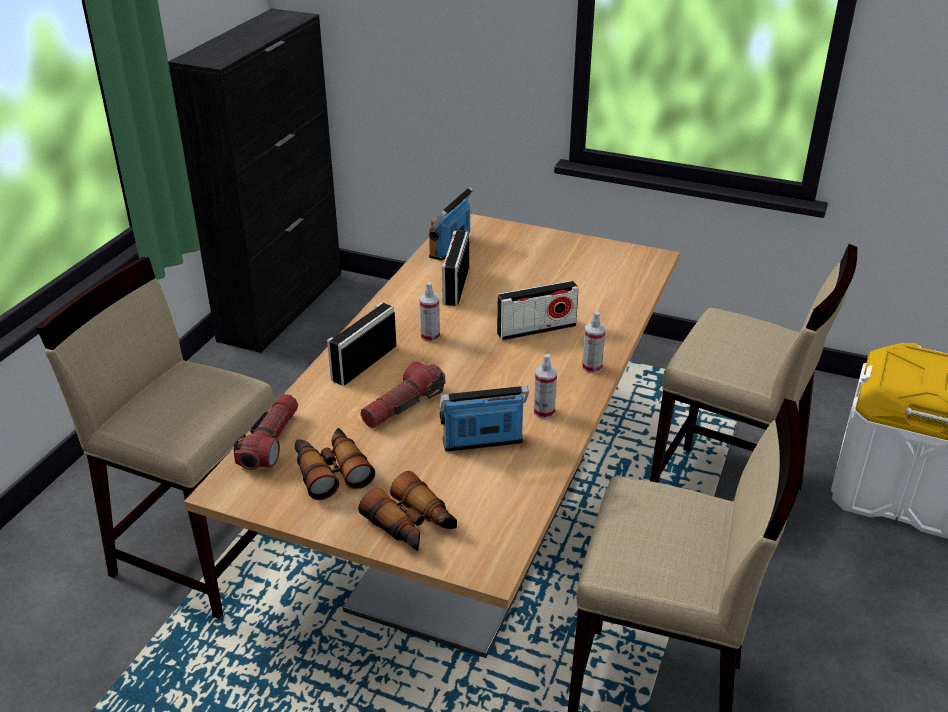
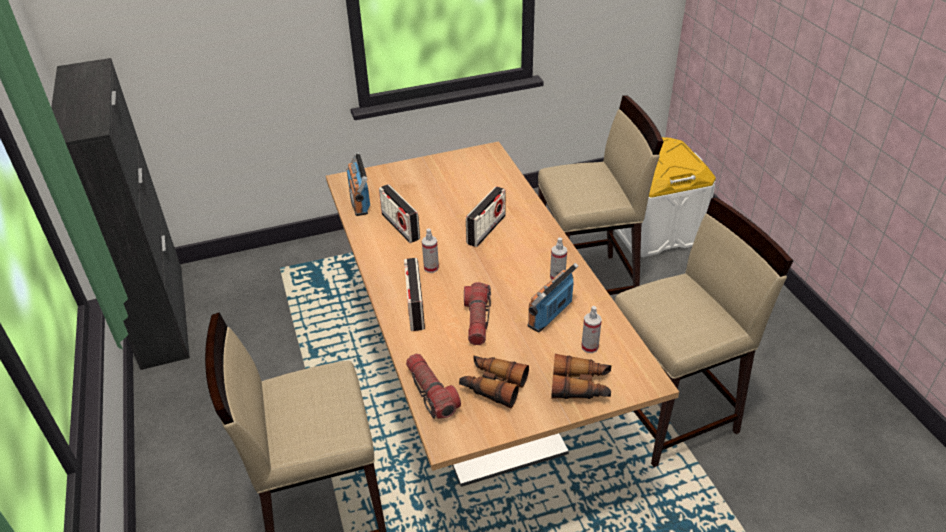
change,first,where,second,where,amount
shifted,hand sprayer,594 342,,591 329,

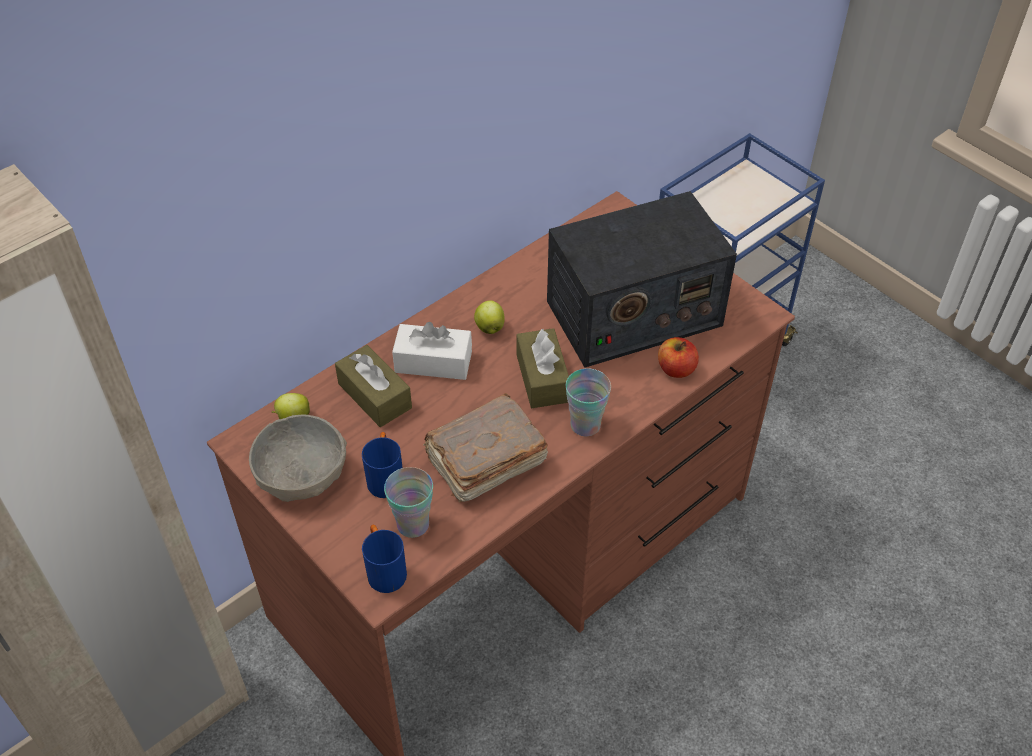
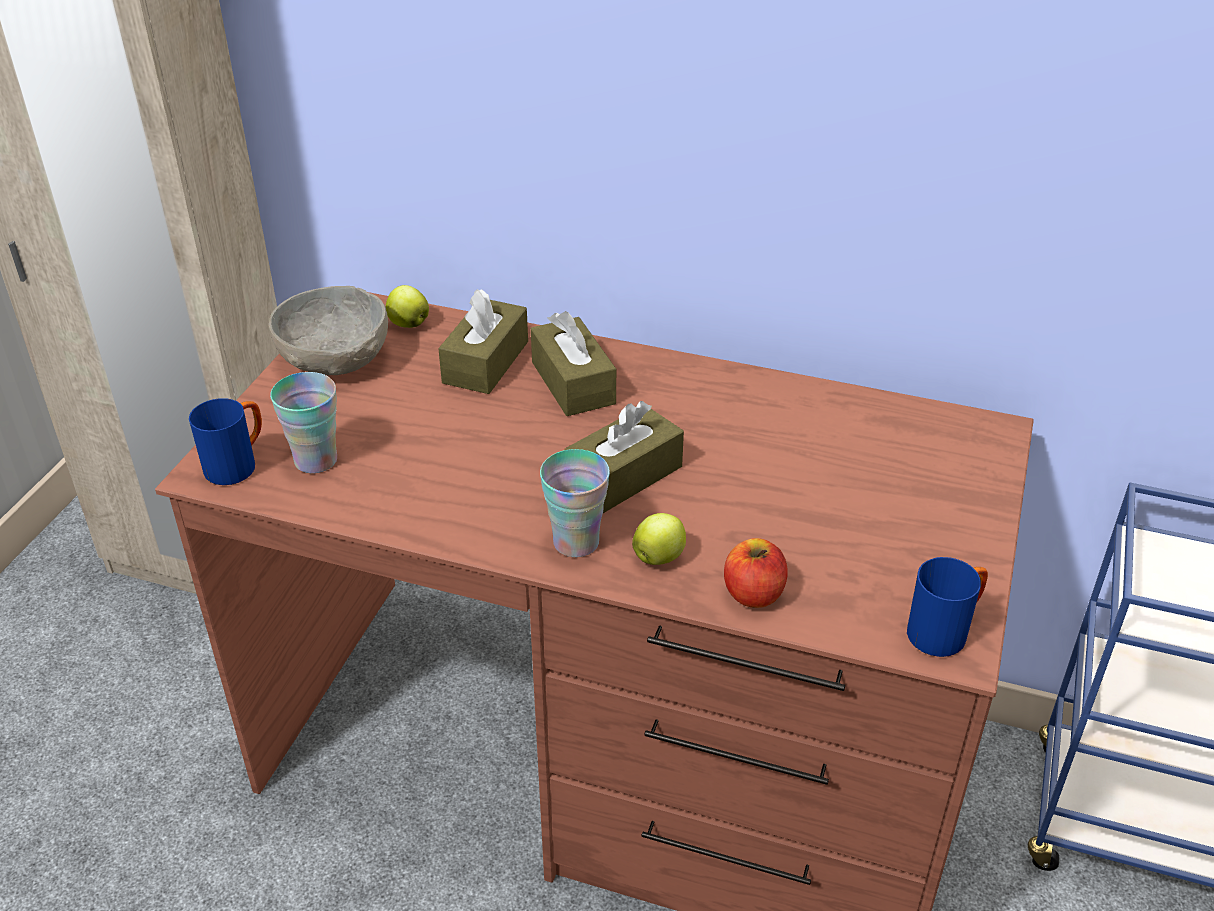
change,first,where,second,where,amount
gone,radio receiver,642 279,,,
shifted,apple fruit,489 317,,659 539,
repainted,white-coloured tissue box,432 351,brownish tissue box,573 363,
gone,brownish bound book,485 447,,,
shifted,bluish mug,382 465,,947 607,

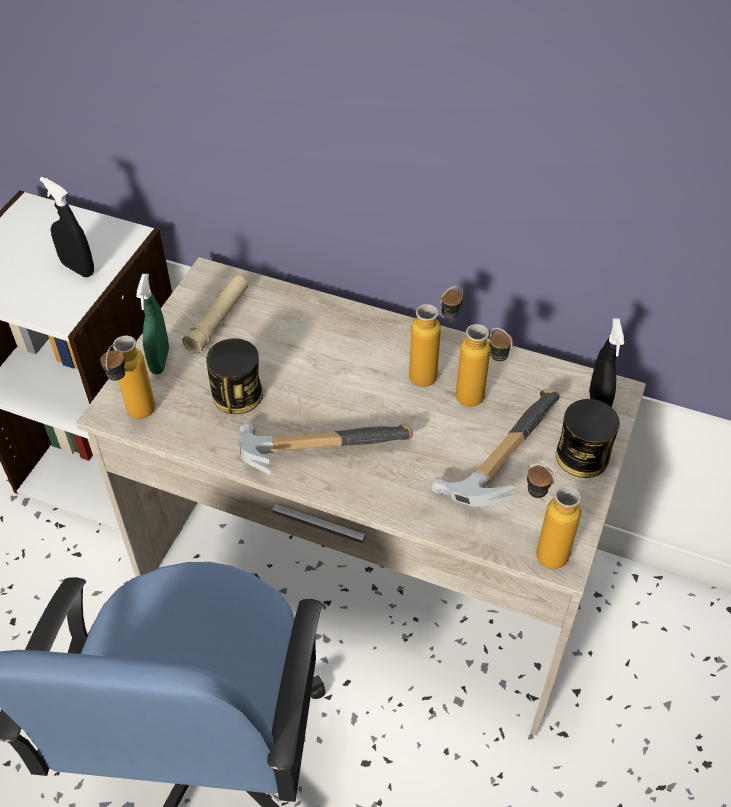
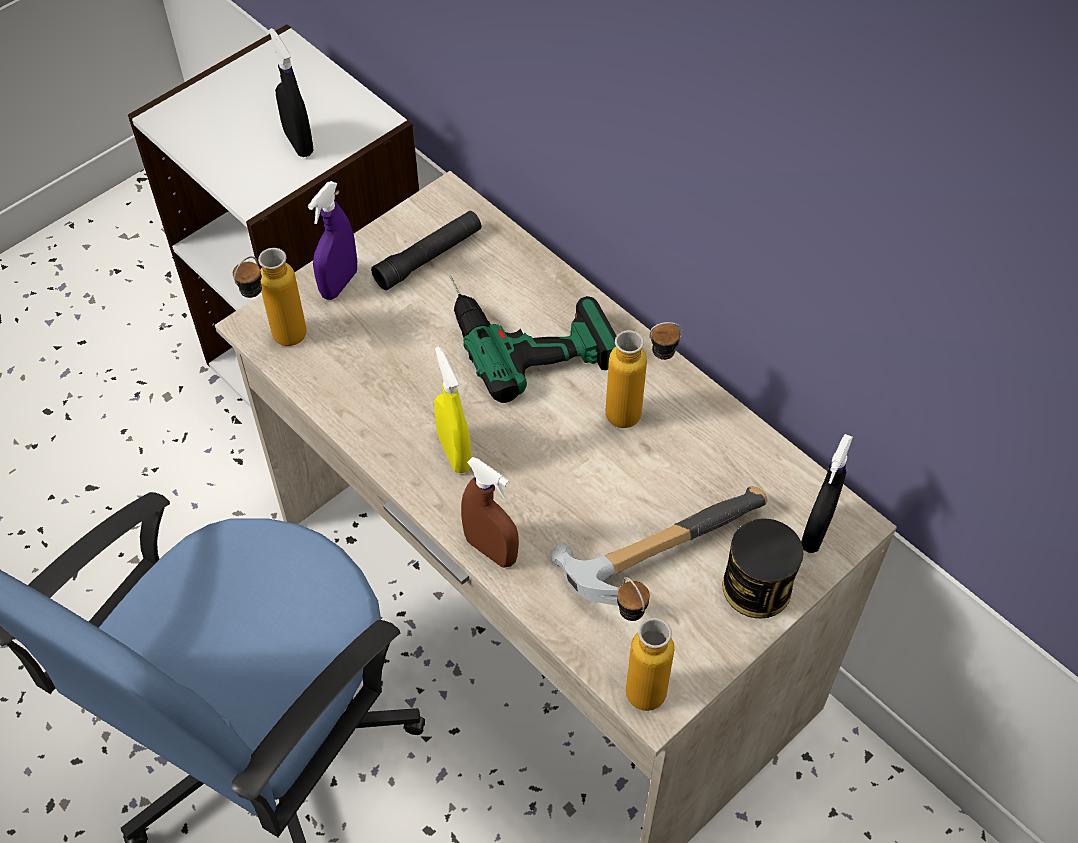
change,first,where,second,where,amount
repainted,green hand sprayer,152 324,purple-coloured hand sprayer,332 240,
repainted,beige flashlight,215 314,blackish flashlight,426 250,
gone,drink bottle,484 365,,,
gone,metal can,234 376,,,
swapped,hammer,326 448,yellowish hand sprayer,452 409,
new,,,drill,532 339,
new,,,brownish hand sprayer,490 512,

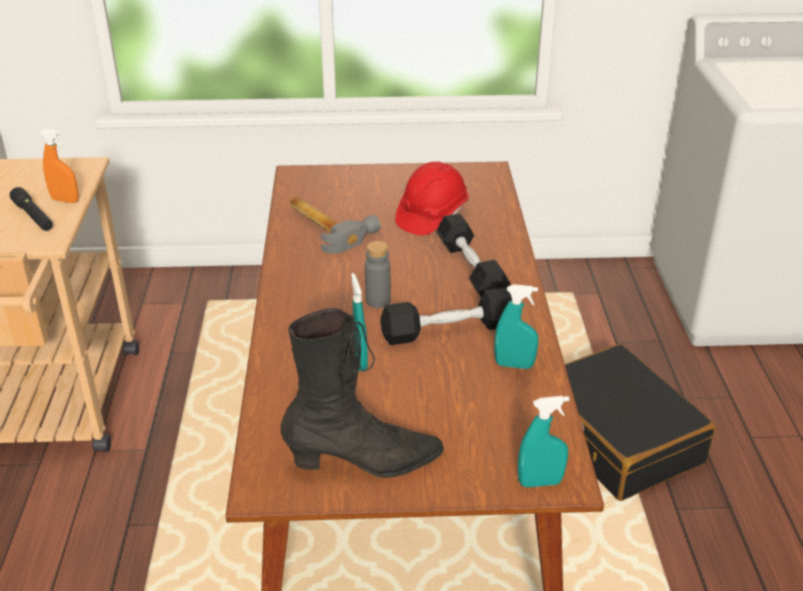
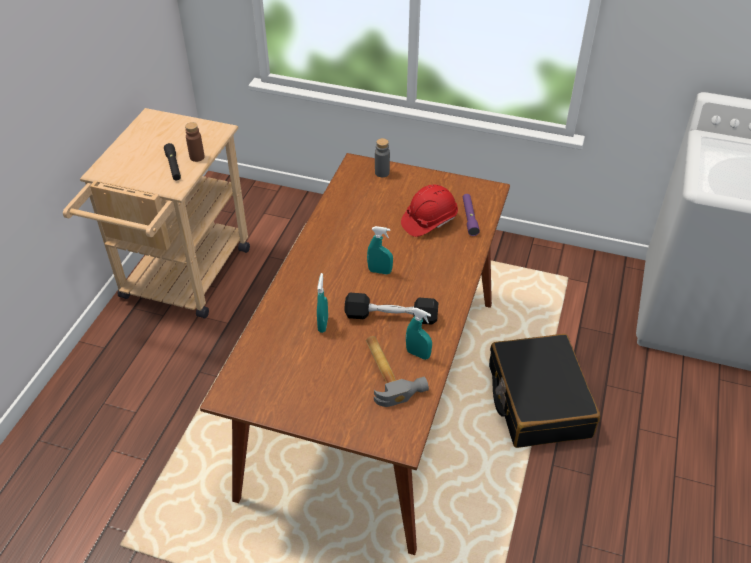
change,first,where,second,where,amount
swapped,orangey hand sprayer,59 165,brownish drink bottle,195 142,
shifted,hammer,335 225,,397 371,
gone,blackish dumbbell,473 255,,,
shifted,grey drink bottle,378 274,,382 157,
gone,blackish tall boot,362 393,,,
shifted,turquoise hand sprayer,544 441,,380 250,
new,,,purple-coloured flashlight,471 215,

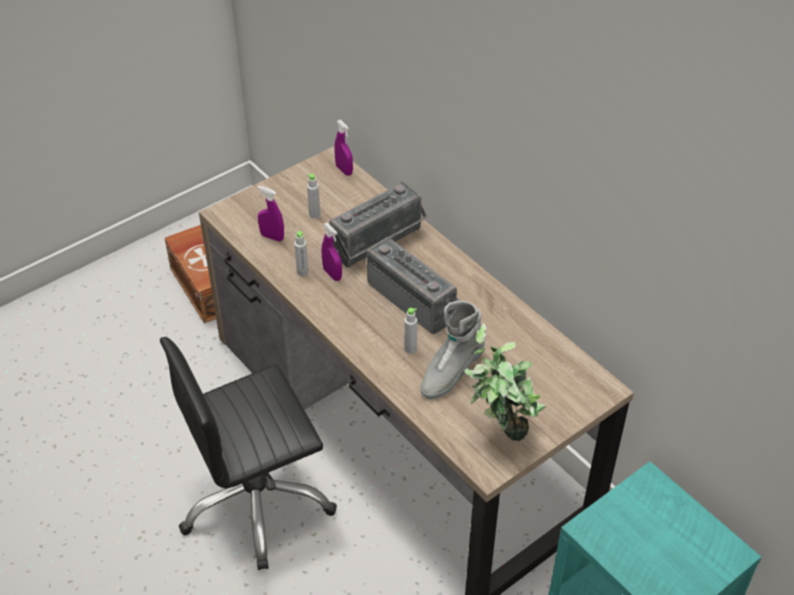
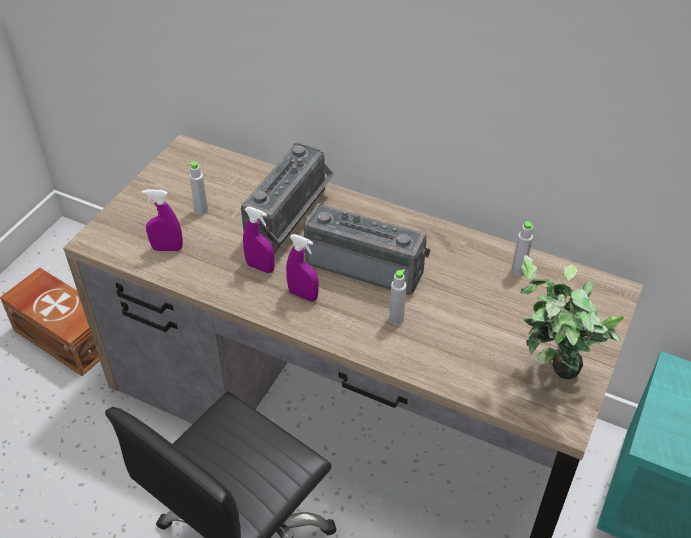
change,first,where,second,where,amount
shifted,purple-coloured hand sprayer,344 148,,302 267,
shifted,grey drink bottle,301 253,,522 248,
gone,grey tall boot,453 350,,,

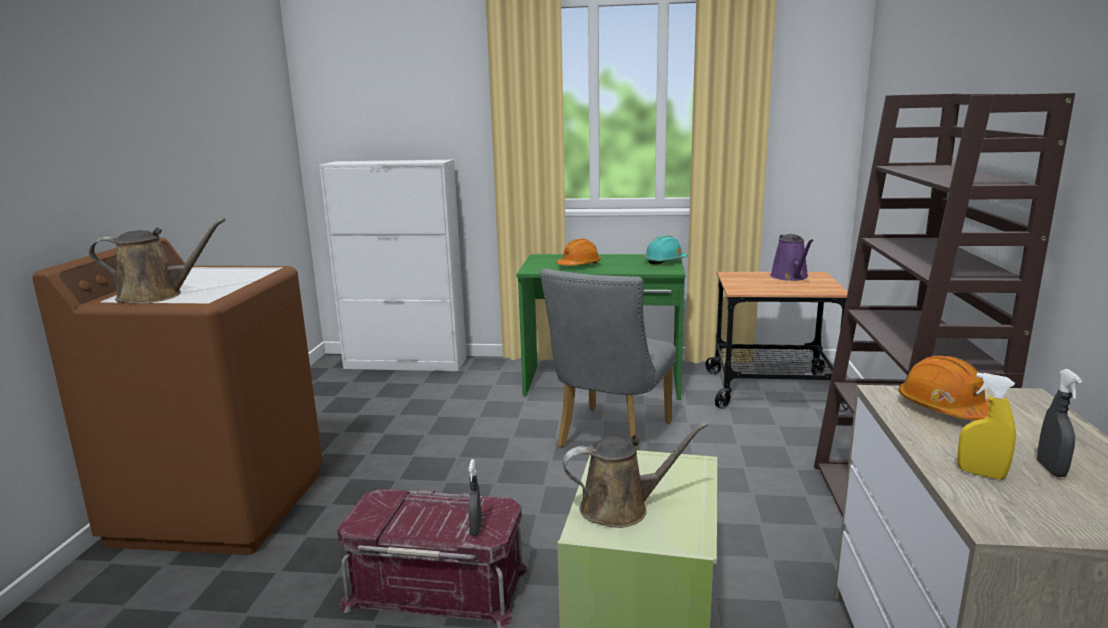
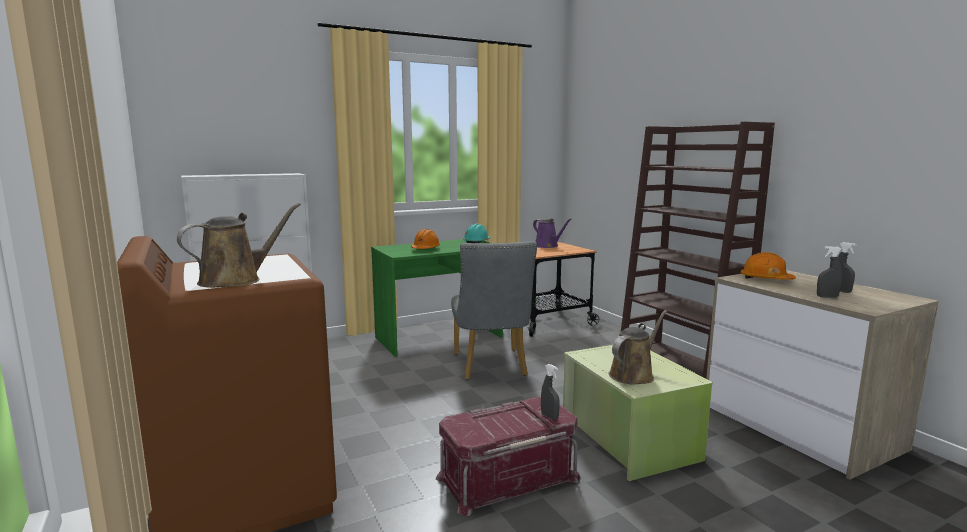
change,first,where,second,where,amount
repainted,yellowish hand sprayer,986 426,grey hand sprayer,829 272,

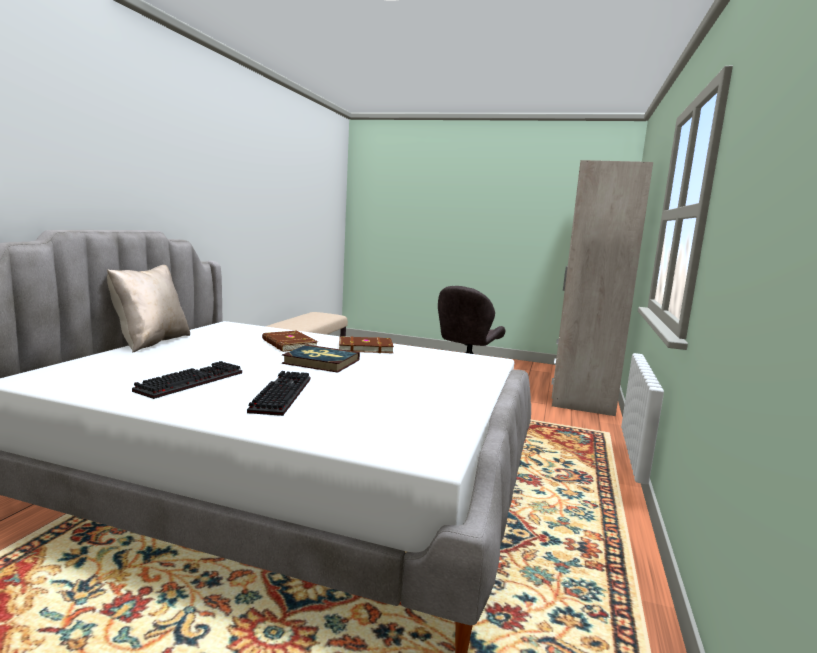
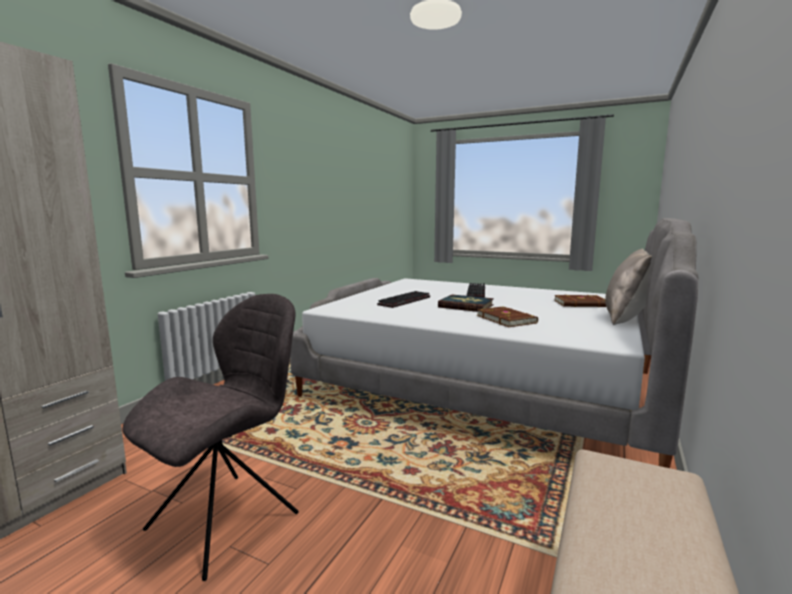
change,first,where,second,where,amount
shifted,brownish bound book,366 344,,580 301,
shifted,PC keyboard,187 380,,403 299,

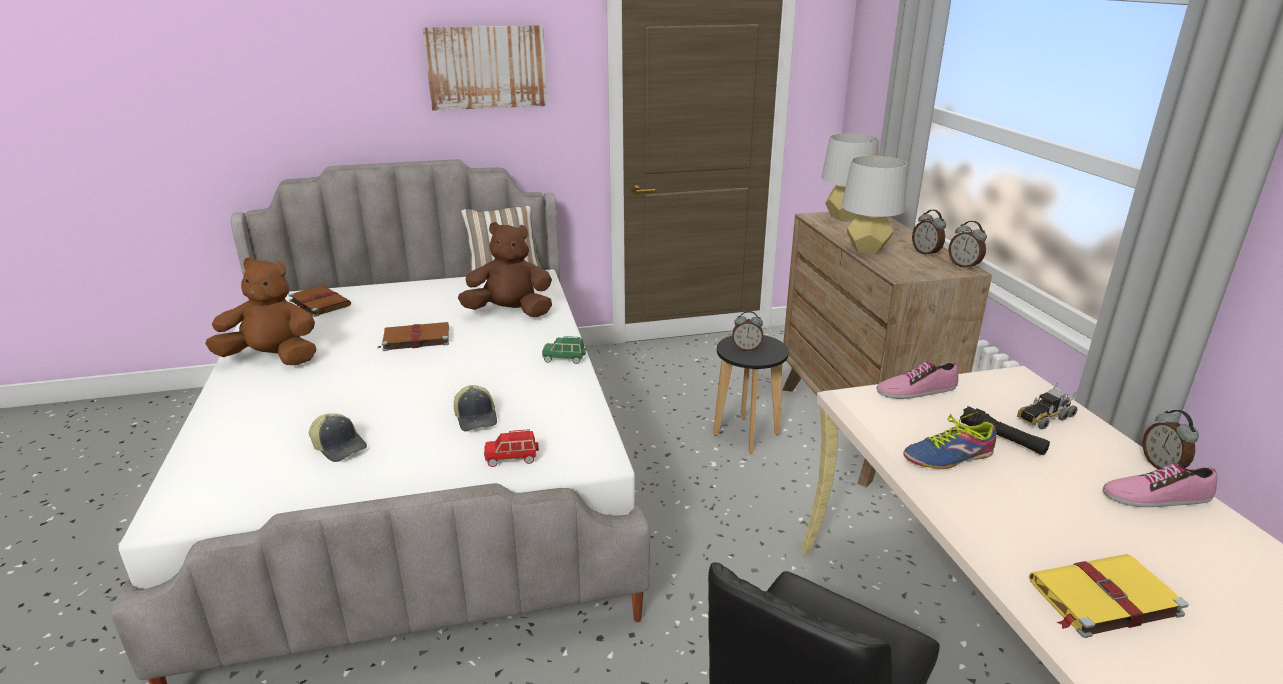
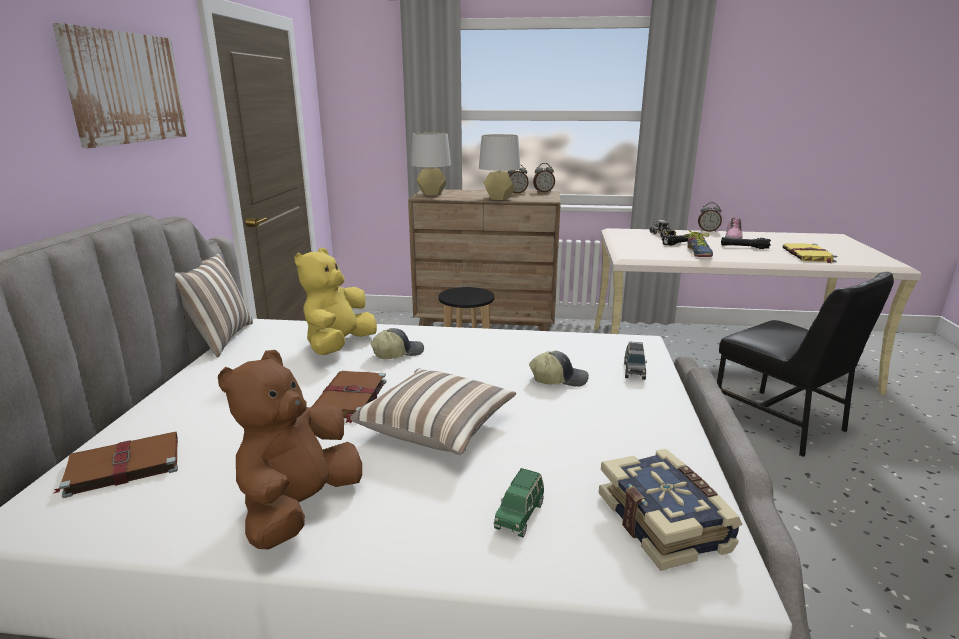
change,first,where,second,where,amount
repainted,brownish plush toy,505 269,yellowish plush toy,335 301,
gone,alarm clock,747 331,,,
shifted,green model car,564 350,,519 502,
gone,low shoe,917 380,,,
shifted,cap,338 438,,397 343,
repainted,red-coloured model car,511 448,grey model car,635 360,
new,,,blackish flashlight,746 243,
new,,,cushion,433 412,
new,,,bound book,670 510,

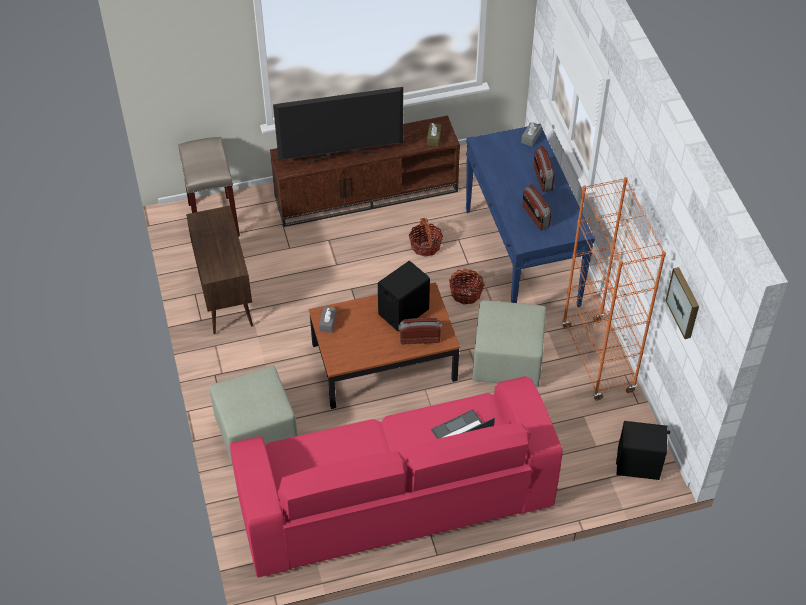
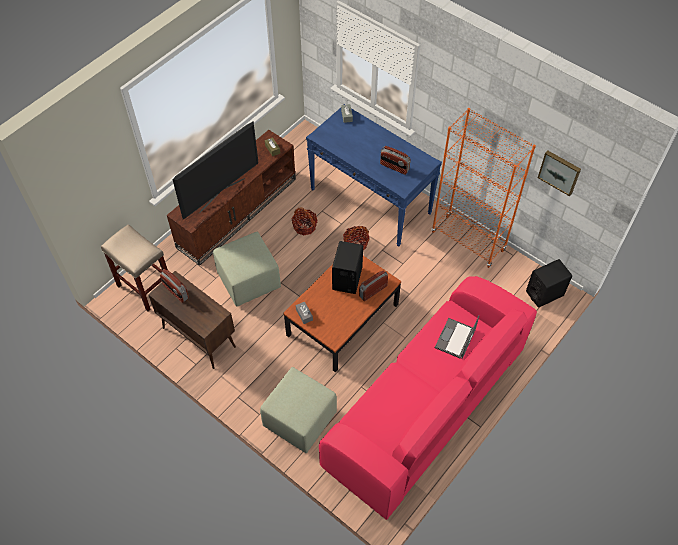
change,first,where,second,where,amount
shifted,radio receiver,544 169,,174 286,
shifted,green pouffe,509 343,,247 269,

